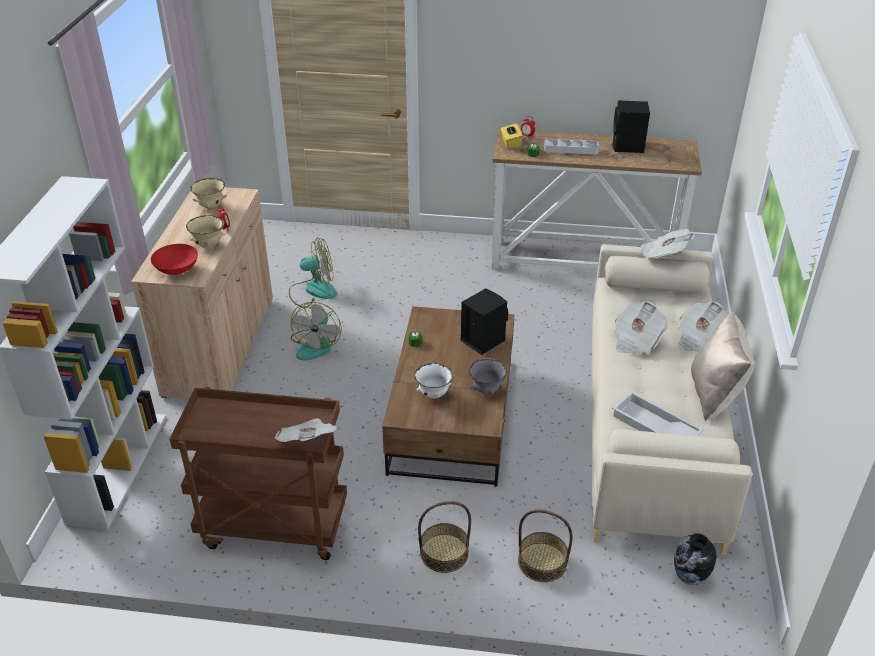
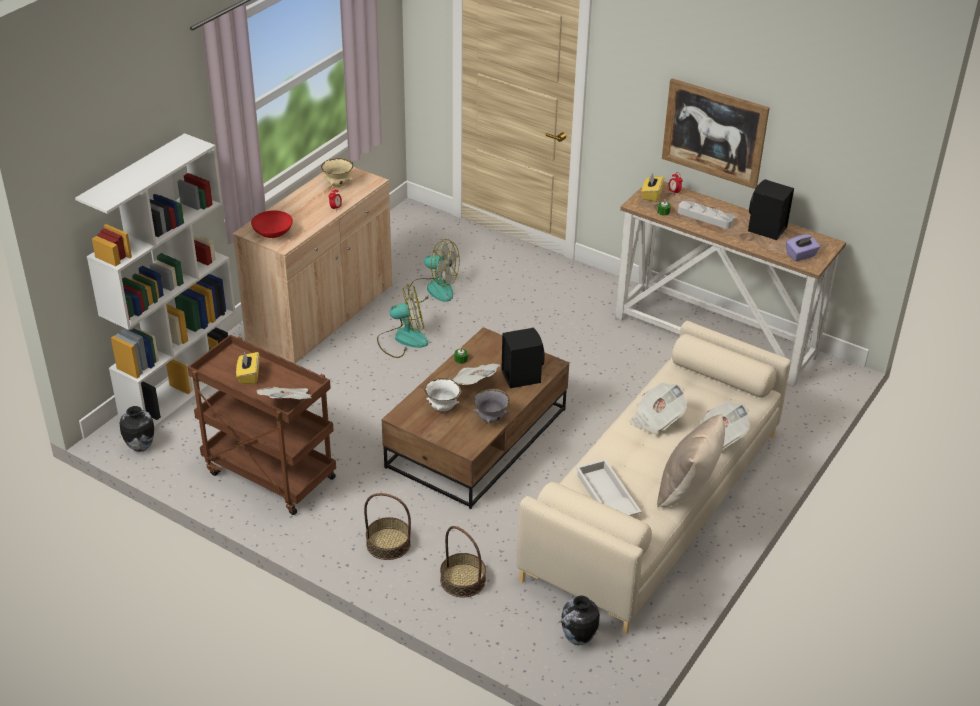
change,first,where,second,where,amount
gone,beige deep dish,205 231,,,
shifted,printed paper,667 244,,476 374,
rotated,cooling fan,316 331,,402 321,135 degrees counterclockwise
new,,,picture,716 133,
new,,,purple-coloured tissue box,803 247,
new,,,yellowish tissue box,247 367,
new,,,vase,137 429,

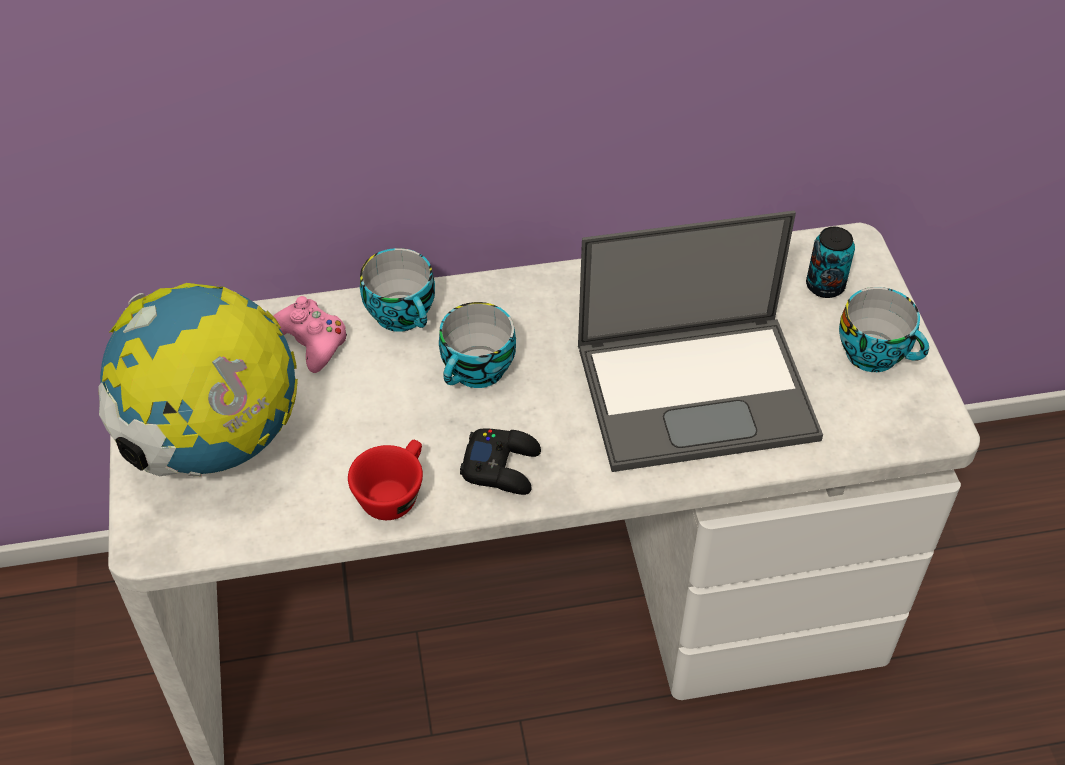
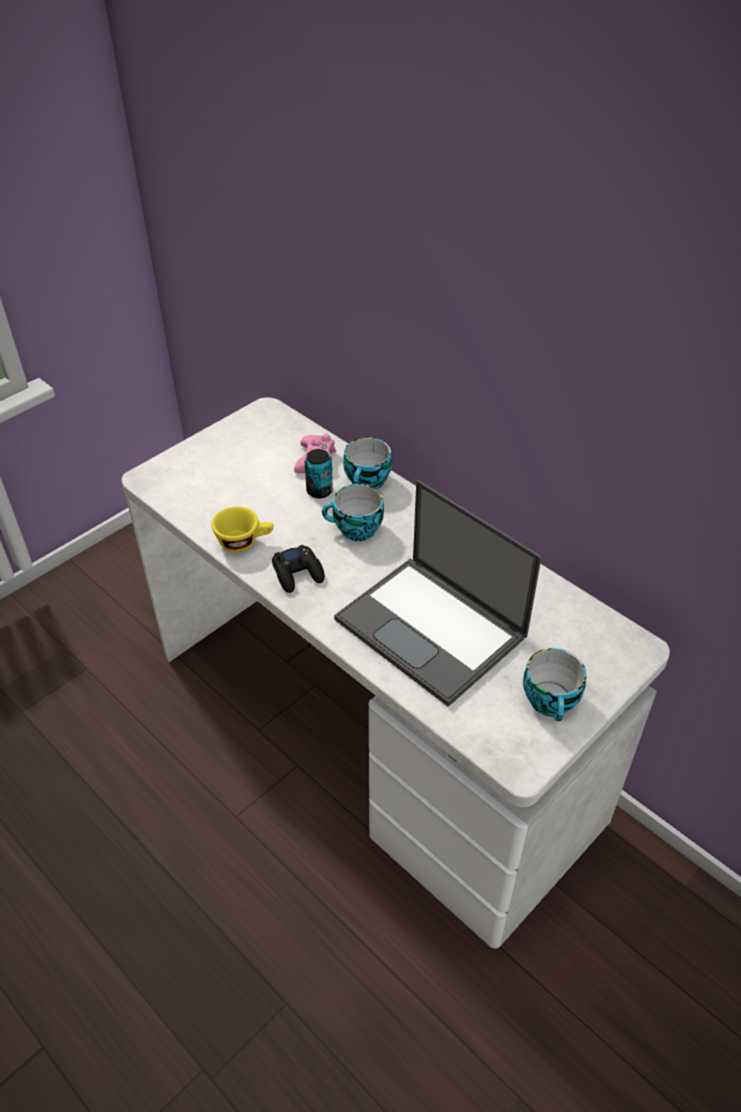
change,first,where,second,where,amount
shifted,metal can,830 262,,319 474,
gone,desk globe,198 379,,,
repainted,red-coloured drinking cup,385 480,yellowish drinking cup,242 529,

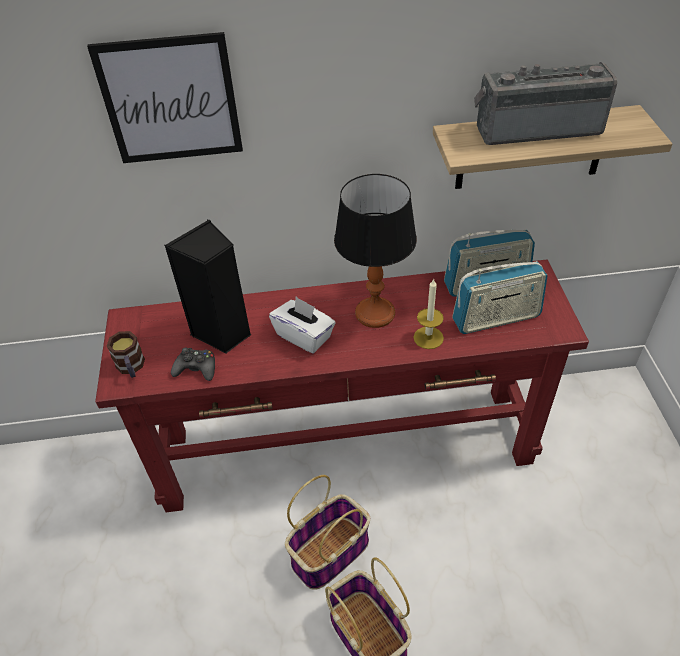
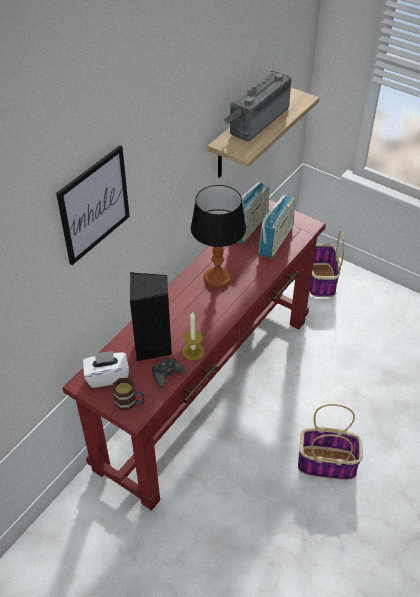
change,first,where,second,where,amount
shifted,wax candle,428 313,,193 335,
shifted,white-coloured tissue box,302 325,,106 369,
shifted,basket,327 532,,326 263,

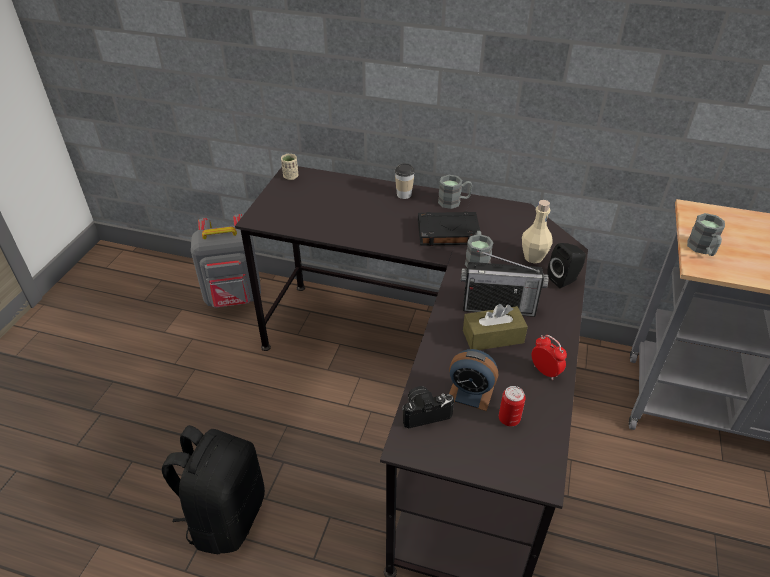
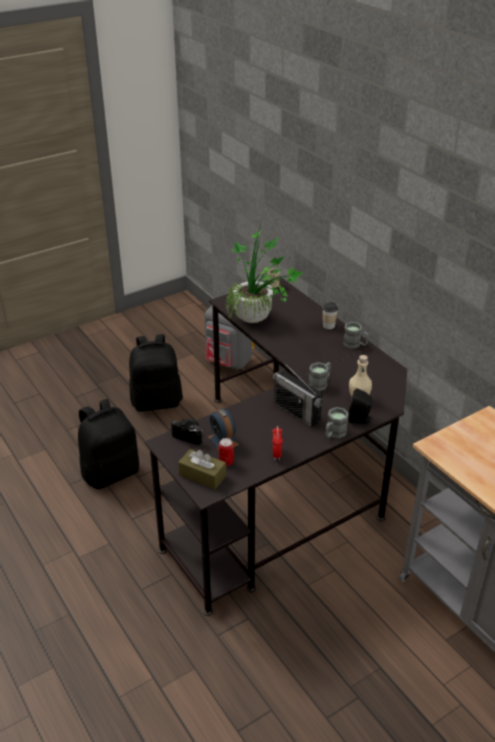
change,first,where,second,where,amount
gone,blackish bound book,449 228,,,
shifted,grey mug,706 234,,337 422,
shifted,brownish tissue box,495 327,,202 469,
new,,,plant in a pot,264 272,
new,,,blackish rucksack,156 373,

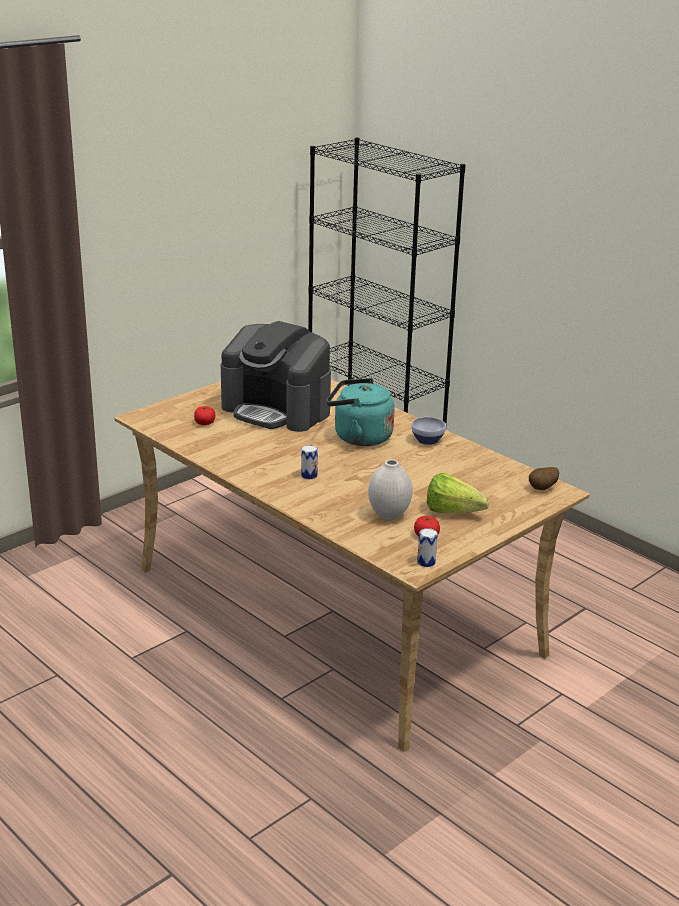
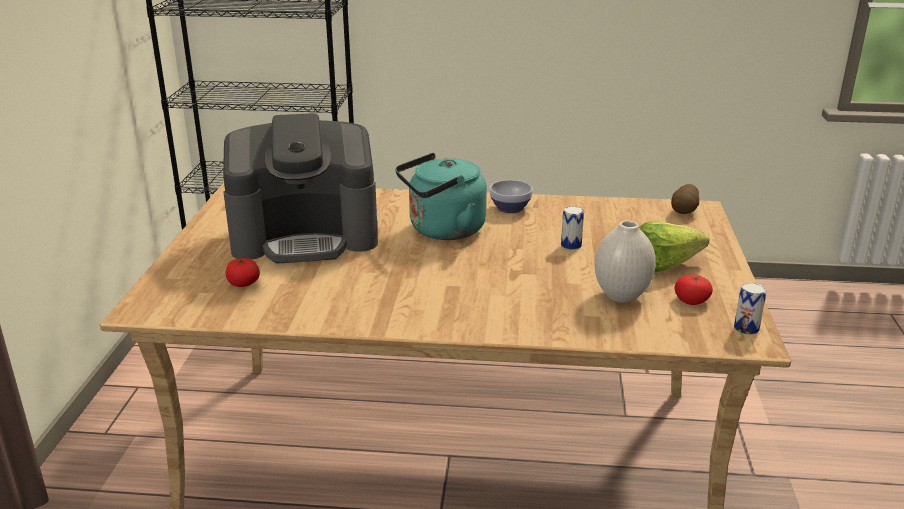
change,first,where,second,where,amount
shifted,metal can,309 462,,572 228,

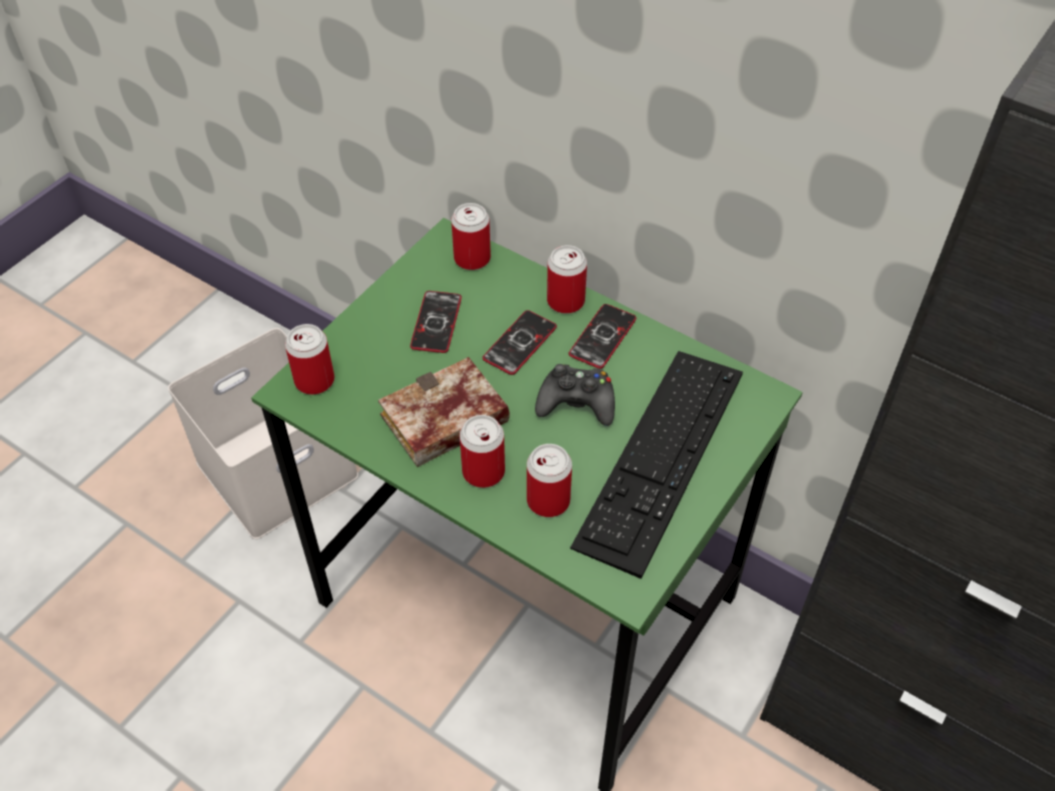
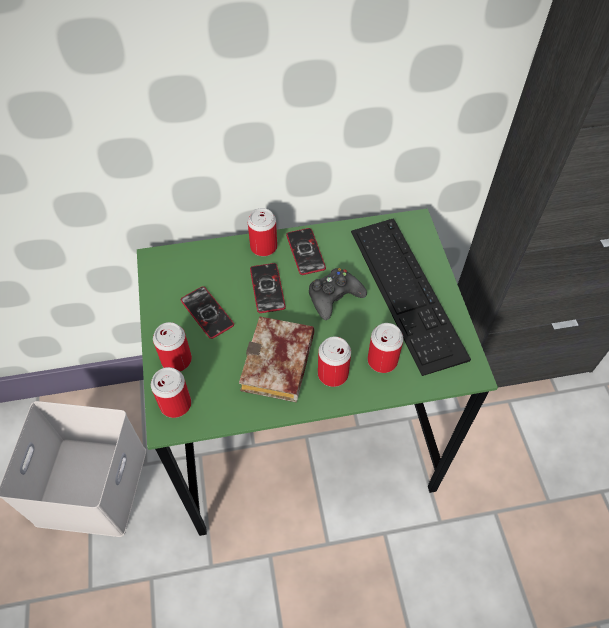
change,first,where,second,where,amount
shifted,metal can,471 236,,172 346,

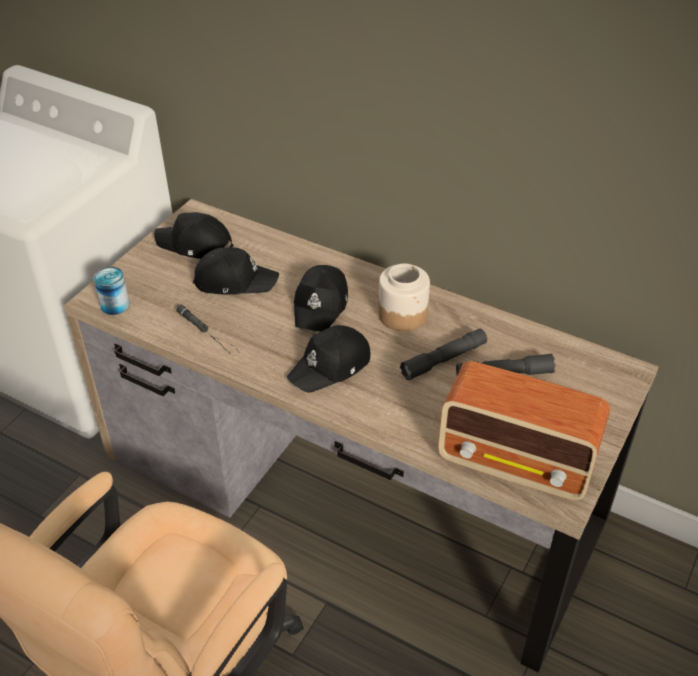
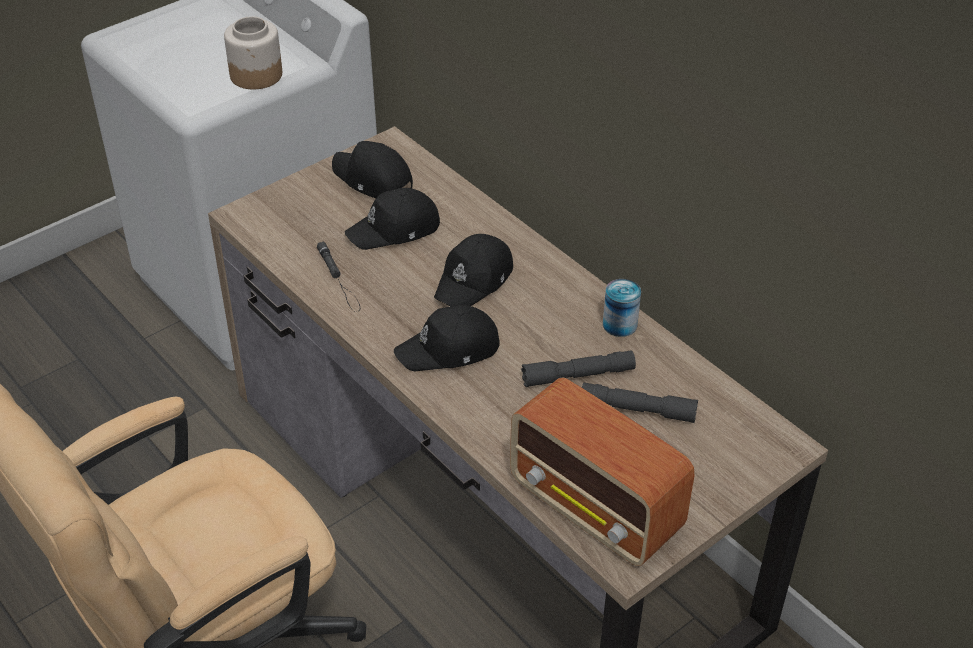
change,first,where,second,where,amount
rotated,blackish cap,236 271,,392 219,135 degrees clockwise
shifted,jar,404 297,,253 52,
shifted,metal can,112 291,,622 308,

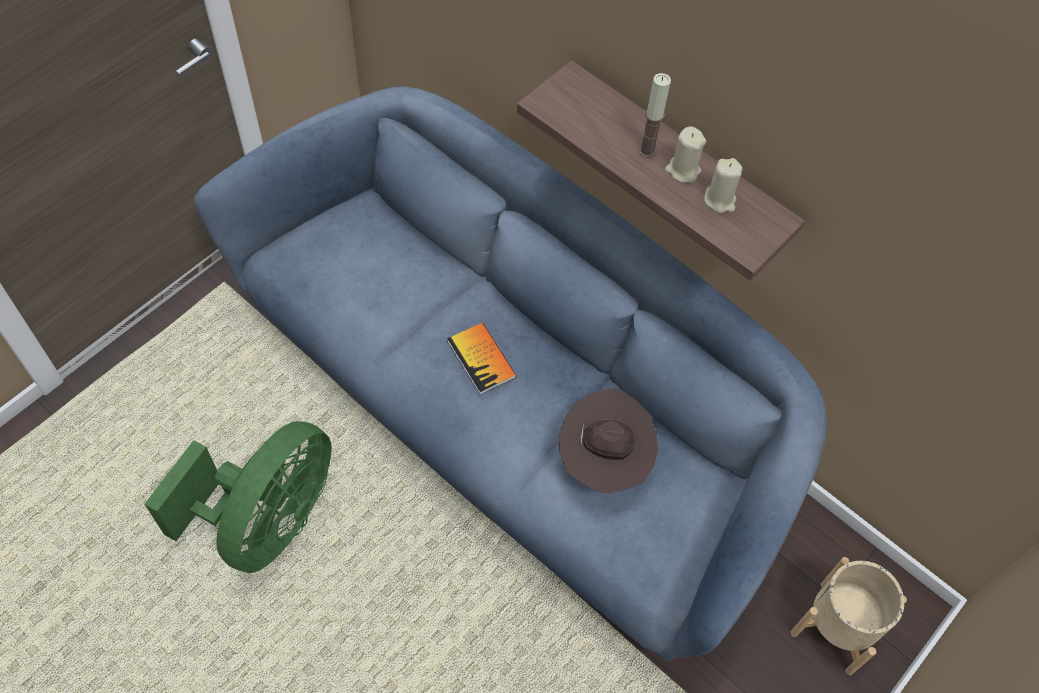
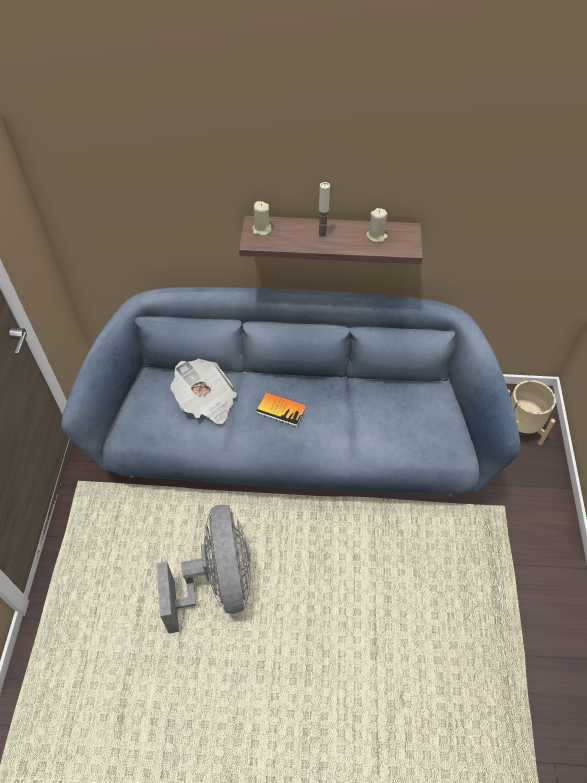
change,first,where,second,where,amount
shifted,beige wax candle,685 154,,262 218,
gone,brownish clothing hat,608 440,,,
repainted,green cooling fan,238 497,grey cooling fan,203 569,
new,,,printed paper,203 391,

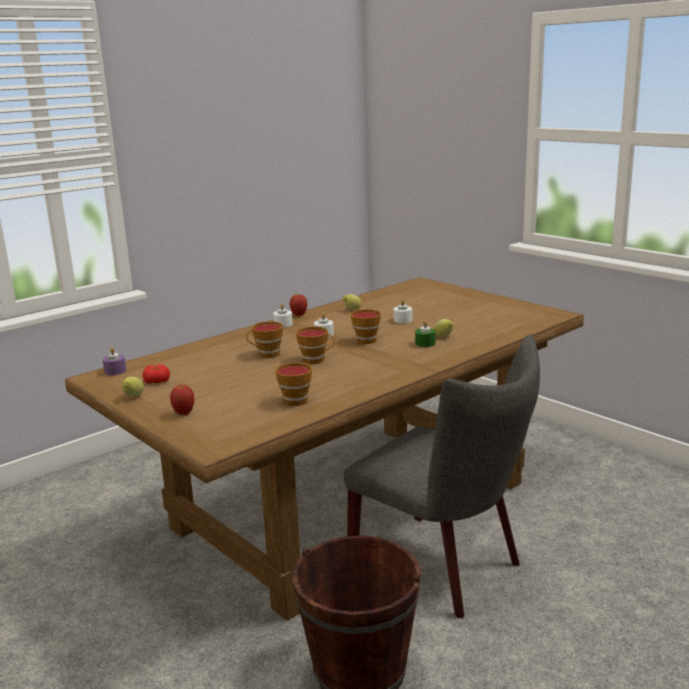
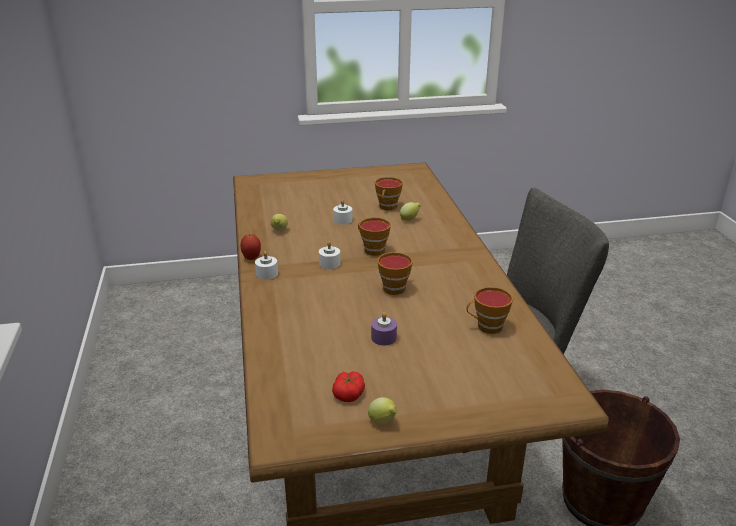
change,first,where,second,where,amount
shifted,drinking cup,264 339,,389 193,
gone,green wax candle,425 334,,,
shifted,purple-coloured wax candle,114 361,,384 328,
gone,apple fruit,182 400,,,

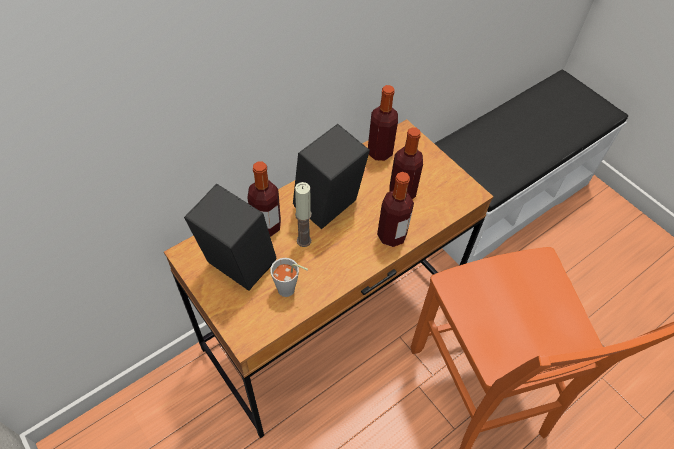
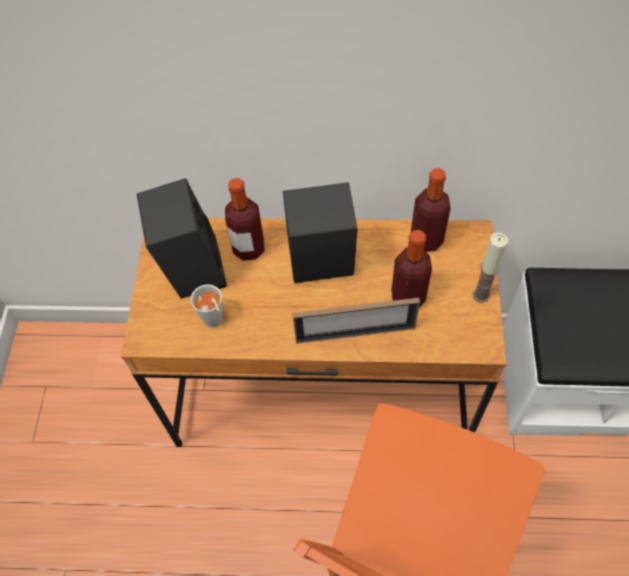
change,first,where,second,where,amount
swapped,drink bottle,395 209,standing frame,356 321,
shifted,wax candle,303 214,,490 267,

